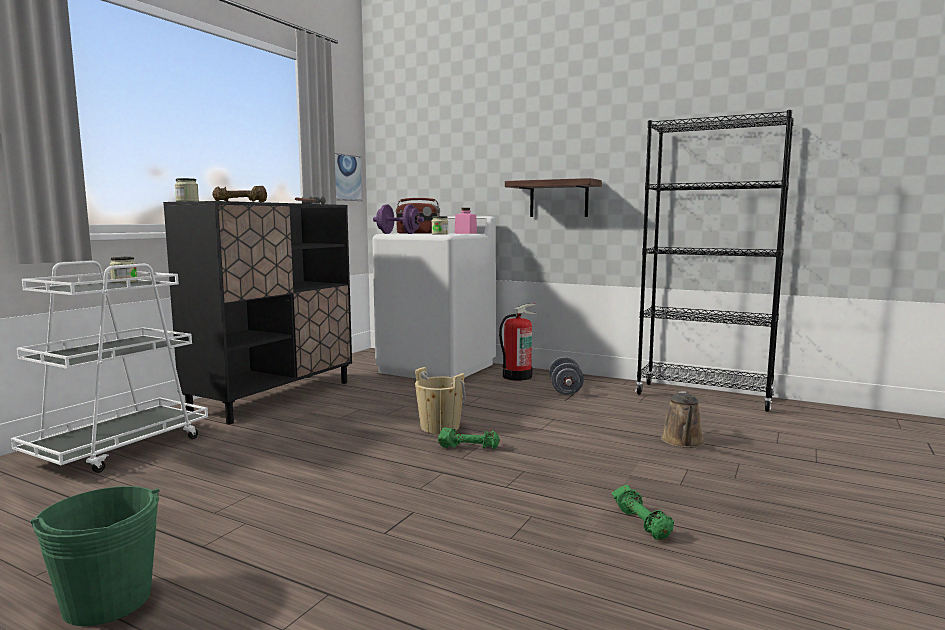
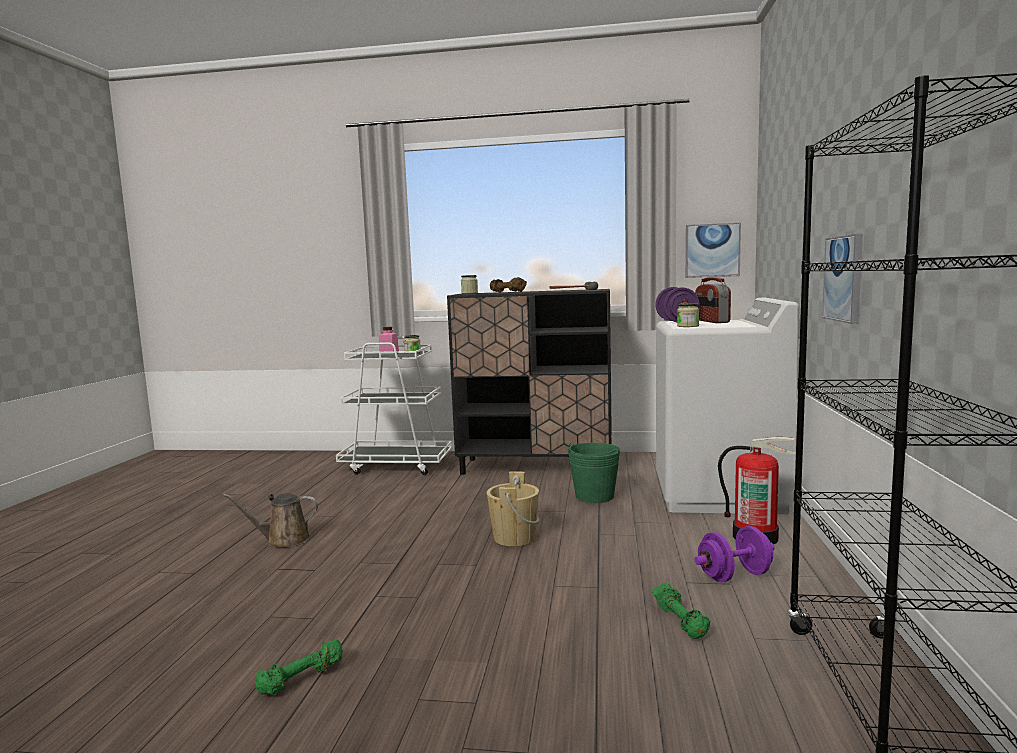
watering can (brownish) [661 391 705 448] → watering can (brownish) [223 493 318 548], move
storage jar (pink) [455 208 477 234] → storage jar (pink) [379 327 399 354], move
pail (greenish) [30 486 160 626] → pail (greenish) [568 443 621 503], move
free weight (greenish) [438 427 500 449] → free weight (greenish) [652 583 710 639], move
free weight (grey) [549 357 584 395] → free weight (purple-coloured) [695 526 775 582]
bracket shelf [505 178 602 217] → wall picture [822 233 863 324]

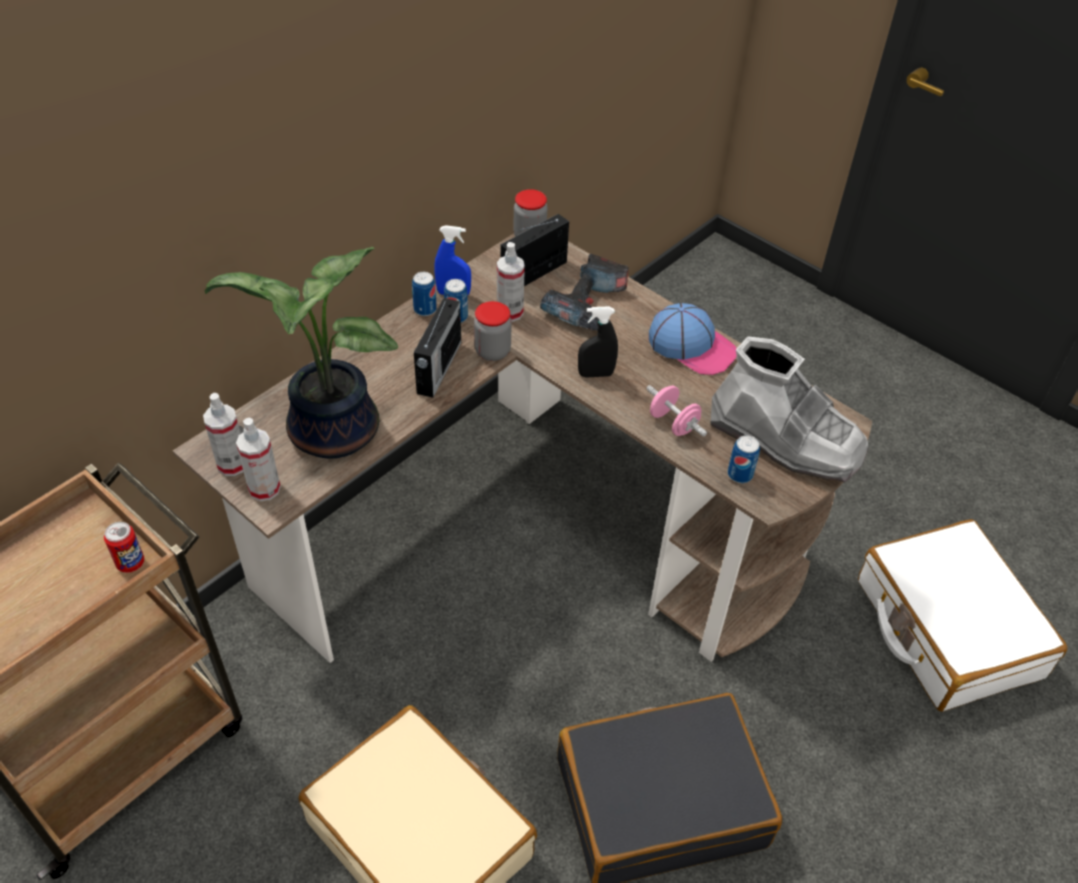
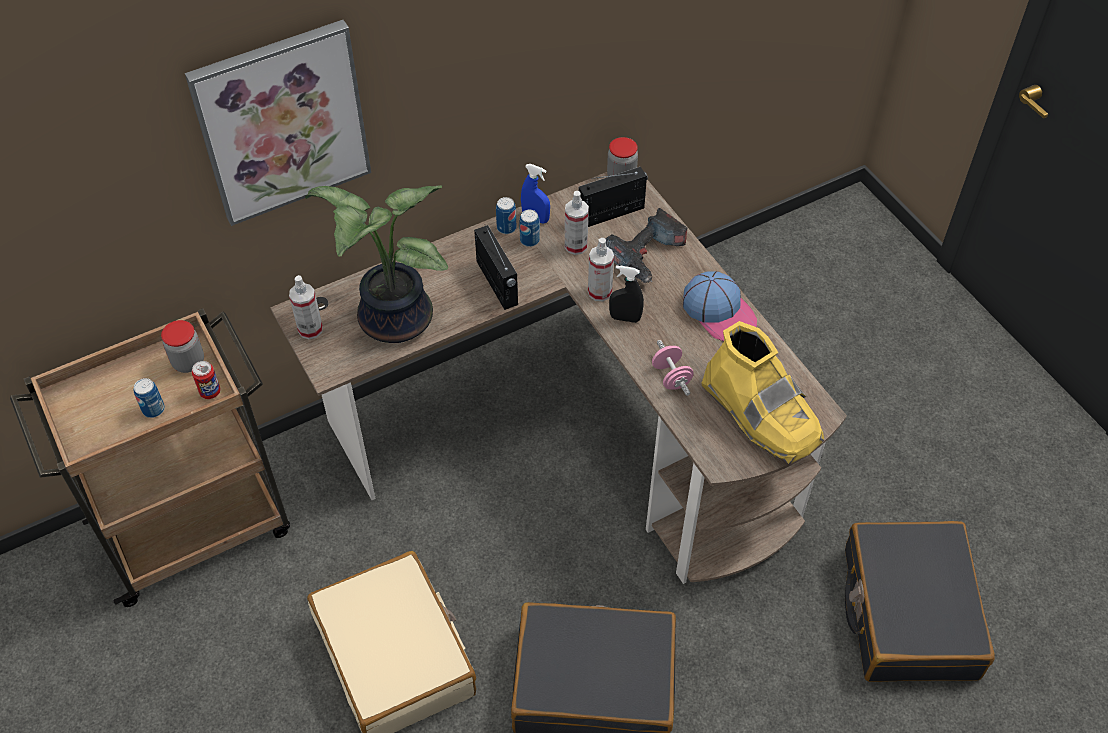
metal can [727 435 760 483] → metal can [133 378 165 418], move
storage jar [474 301 512 361] → storage jar [161 320 204 373], move
- → wall picture [185 20 371 226]
radio set [414 295 461 398] → radio set [474 224 518 310], 60 degrees counterclockwise
hand sprayer [236 417 281 501] → hand sprayer [588 238 614 301], move
boot (grey) [710 336 869 482] → boot (yellow-coloured) [702 321 824 464]
travel case (whitish) [858 519 1067 712] → travel case (black-coloured) [845 521 995 682]

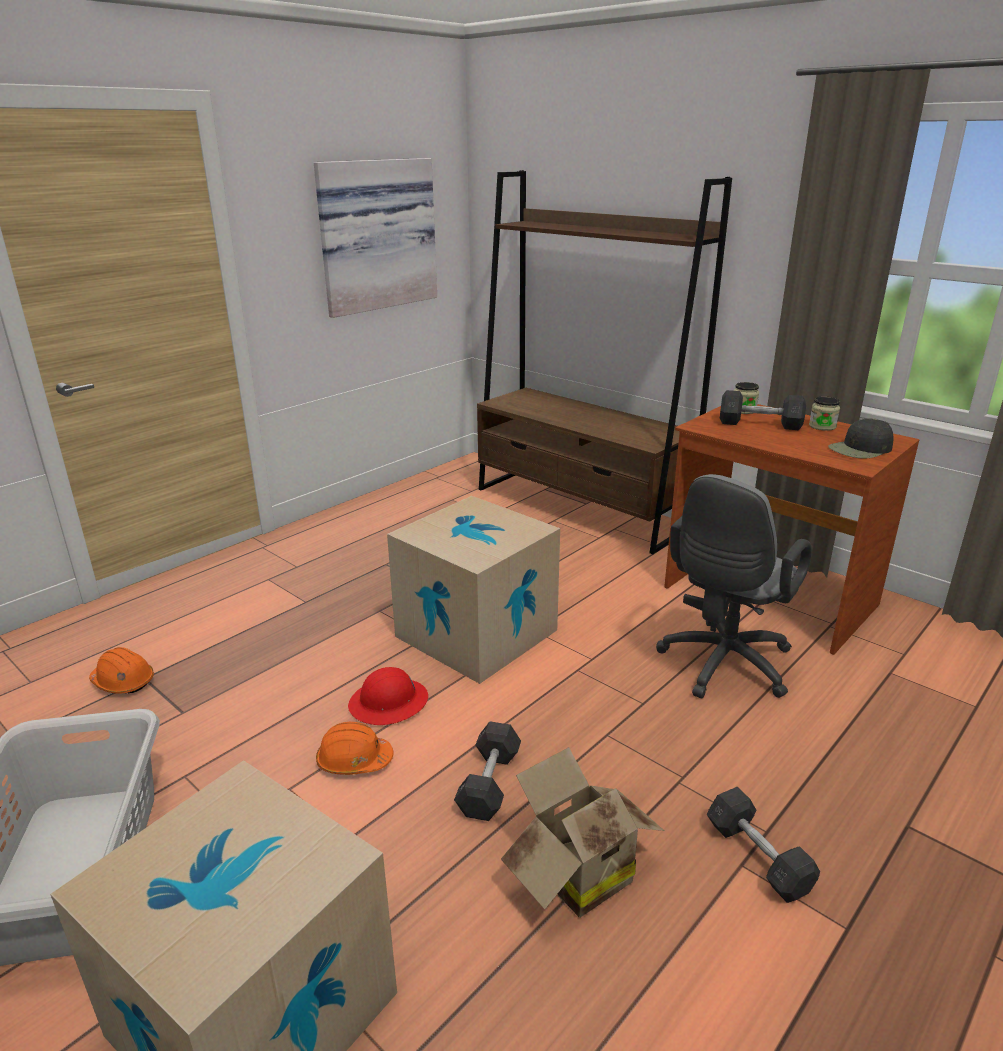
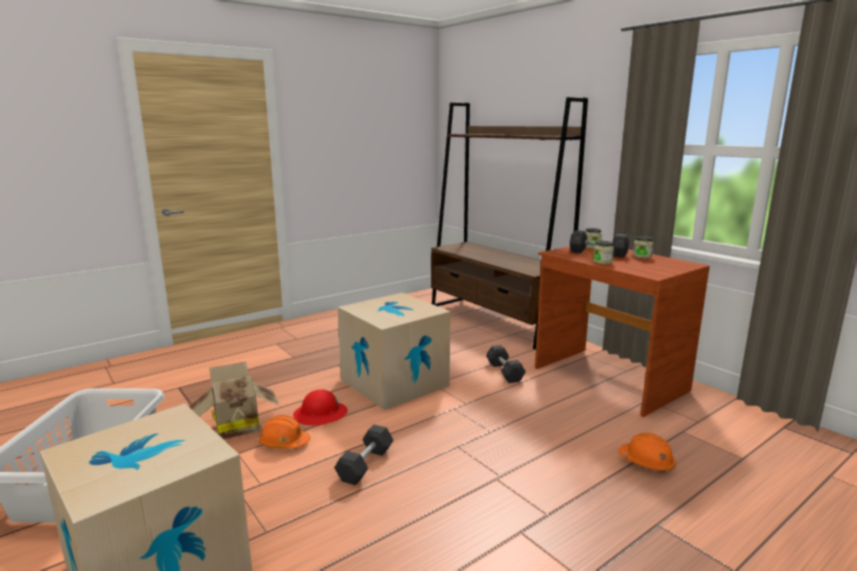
cardboard box [501 747 665 918] → cardboard box [189 362 280 439], move
free weight (grey) [707 787 820 903] → free weight (grey) [486 345 526 383], move
- → storage jar [593 241 614 264]
hard hat (orange-coloured) [89 647 154 694] → hard hat (orange-coloured) [619 433 676 472], move
wall picture [314 158 437 318] → -
computer chair (grey) [656 474 812 698] → -
cap (black-coloured) [828 418 893 459] → -

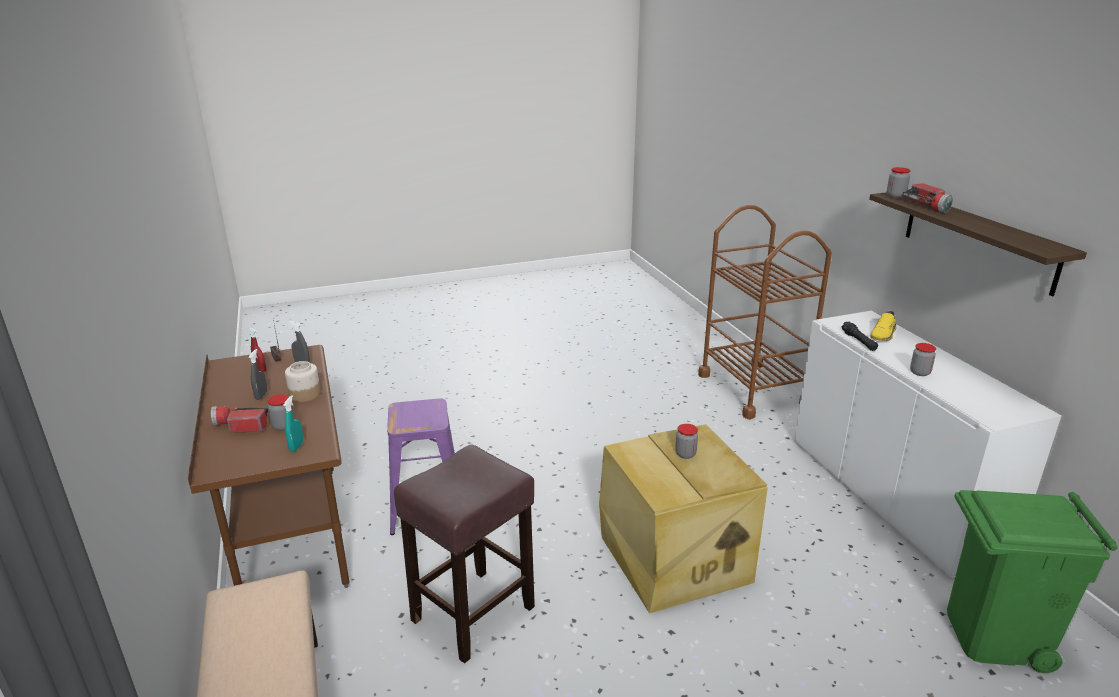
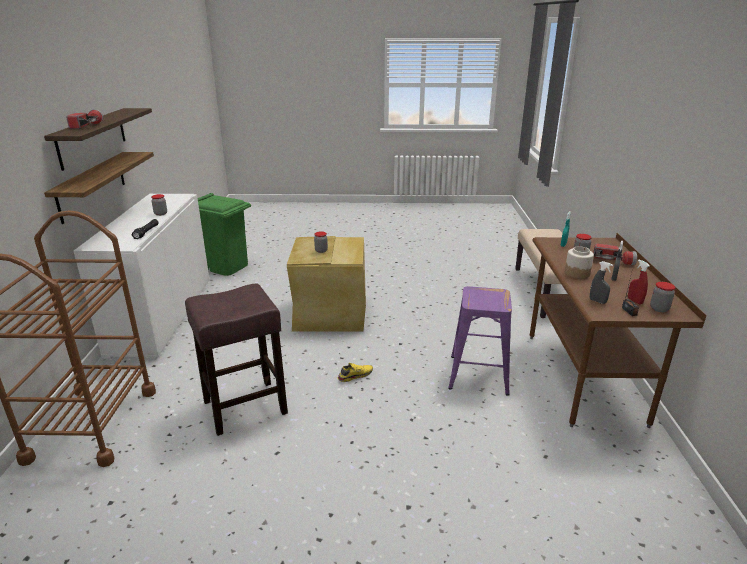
- → bracket shelf [44 152 154 224]
stool (brownish) [394 445 535 663] → stool (brownish) [185 283 288 436], move
low shoe (yellow-coloured) [870 311 897 341] → low shoe (yellow-coloured) [337 363 373 382], move
storage jar [887 167 911 198] → storage jar [650 282 676 312], move

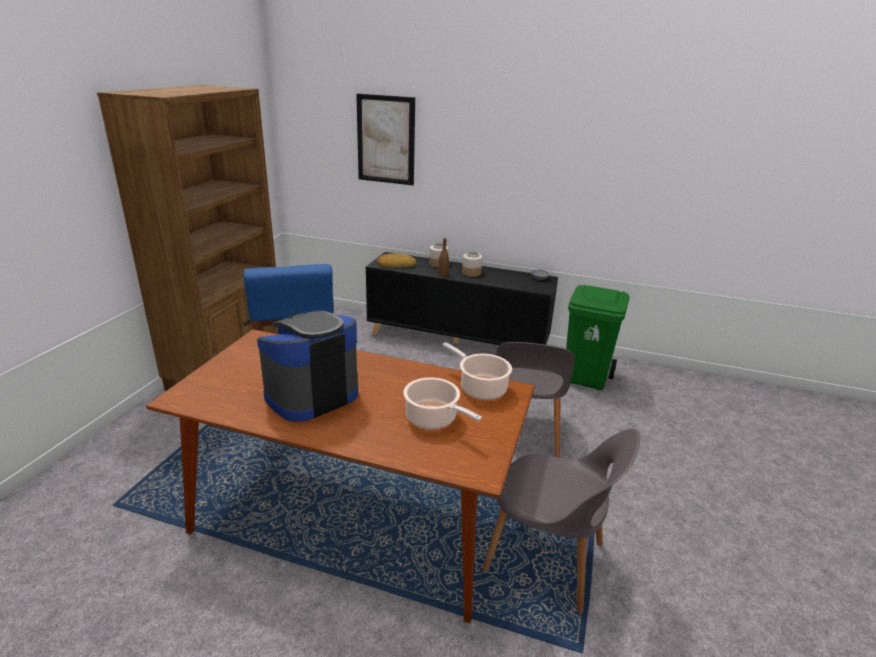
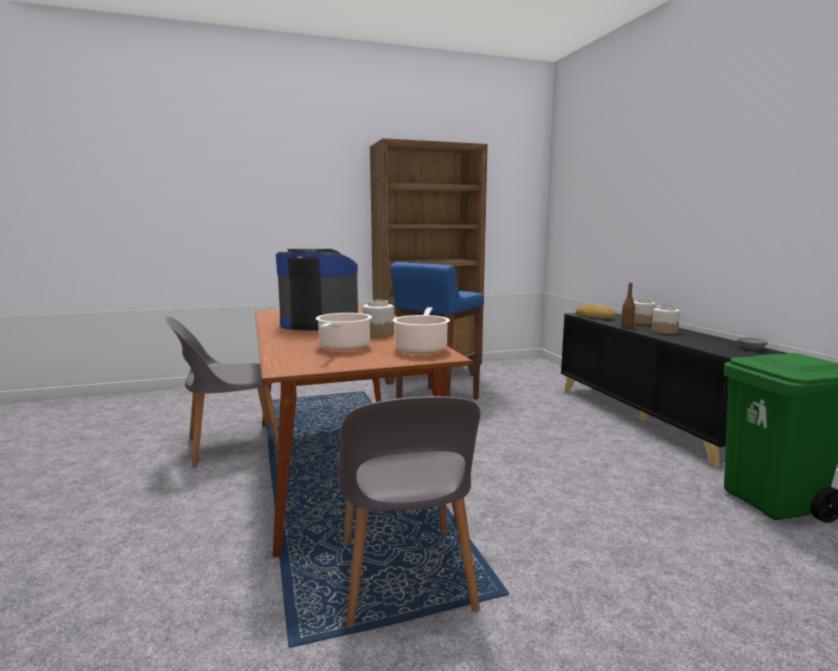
chair (grey) [496 342 575 457] → chair (grey) [166 316 279 467], move
- → storage jar [363 300 394 338]
wall picture [356 93 415 185] → -

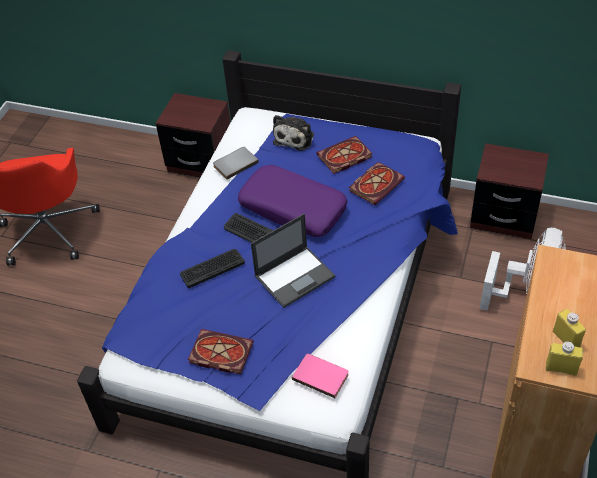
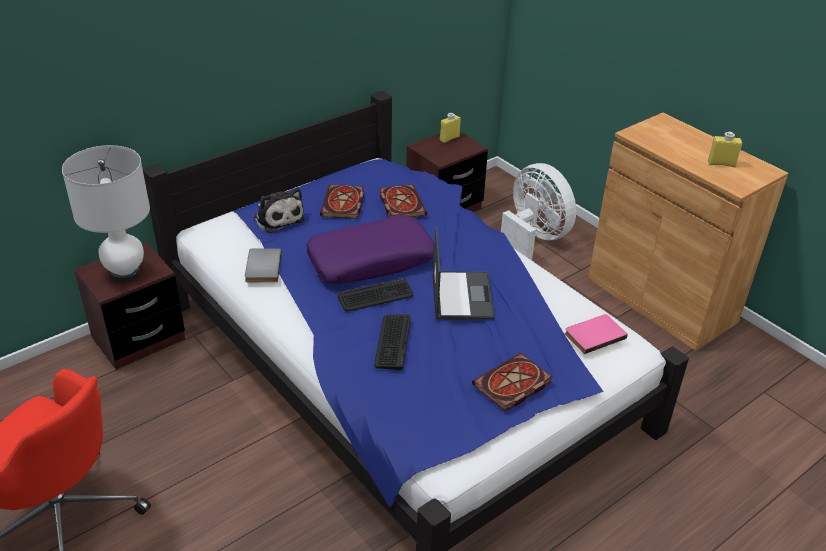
- → tabletop lamp (whitish) [62 145 150 282]
bottle (yellow-coloured) [546 341 583 376] → bottle (yellow-coloured) [440 113 461 143], move

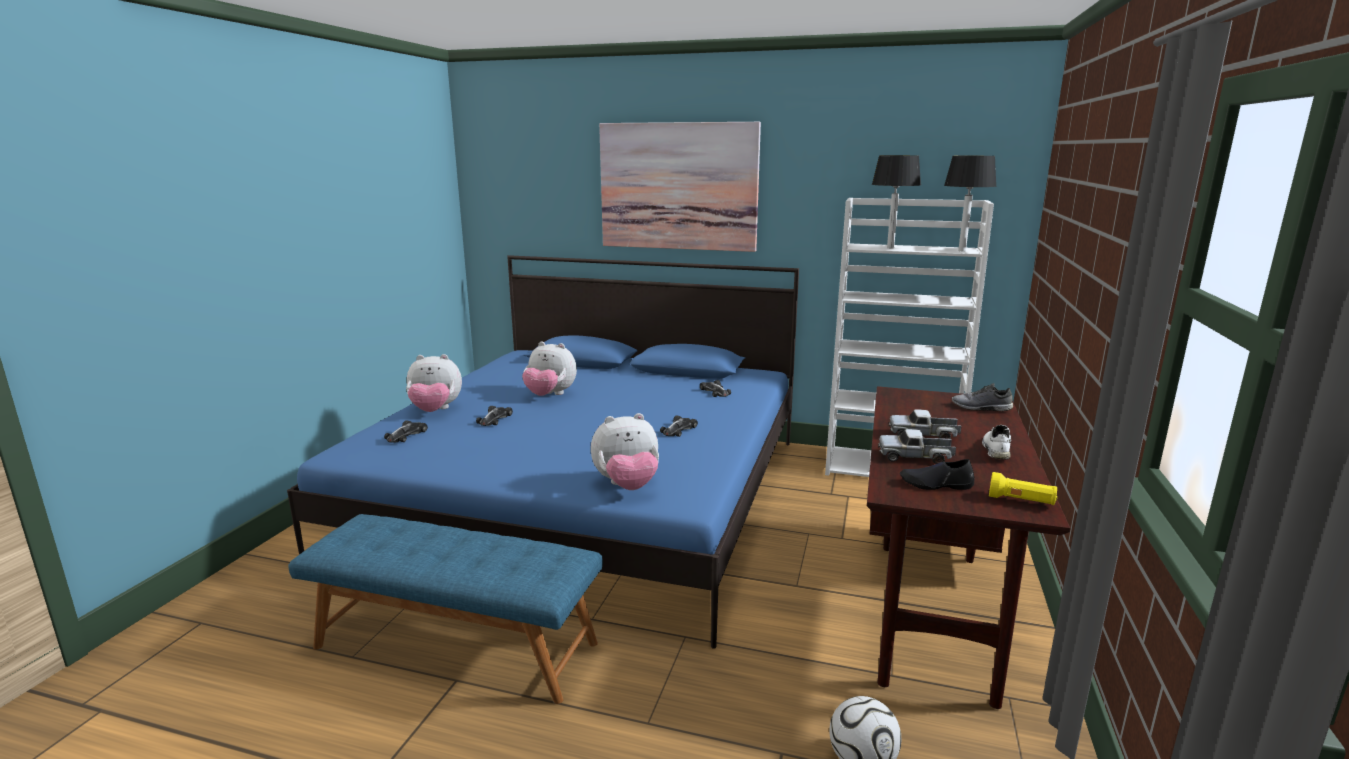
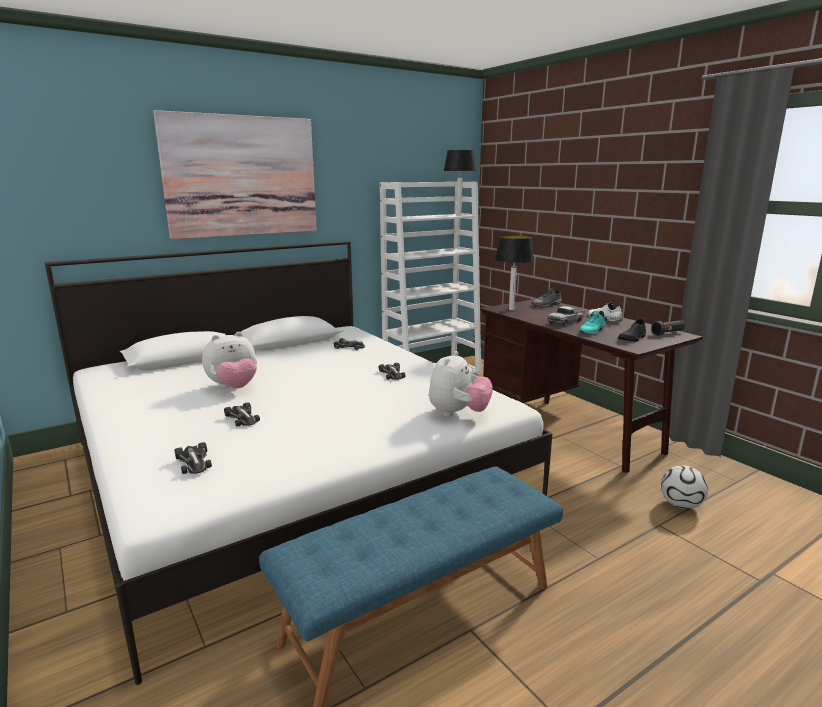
bedroom bed (bluish) [287 255 799 649] → bedroom bed (whitish) [45 241 552 685]
tabletop lamp [872 155 921 248] → tabletop lamp [495 235 534 310], move
toy truck [878 429 956 464] → low shoe (turquoise) [579 311 606 335]
flashlight (yellow-coloured) [989 472 1057 505] → flashlight (black-coloured) [651 320 685 336]
soft toy [406 354 462 412] → -

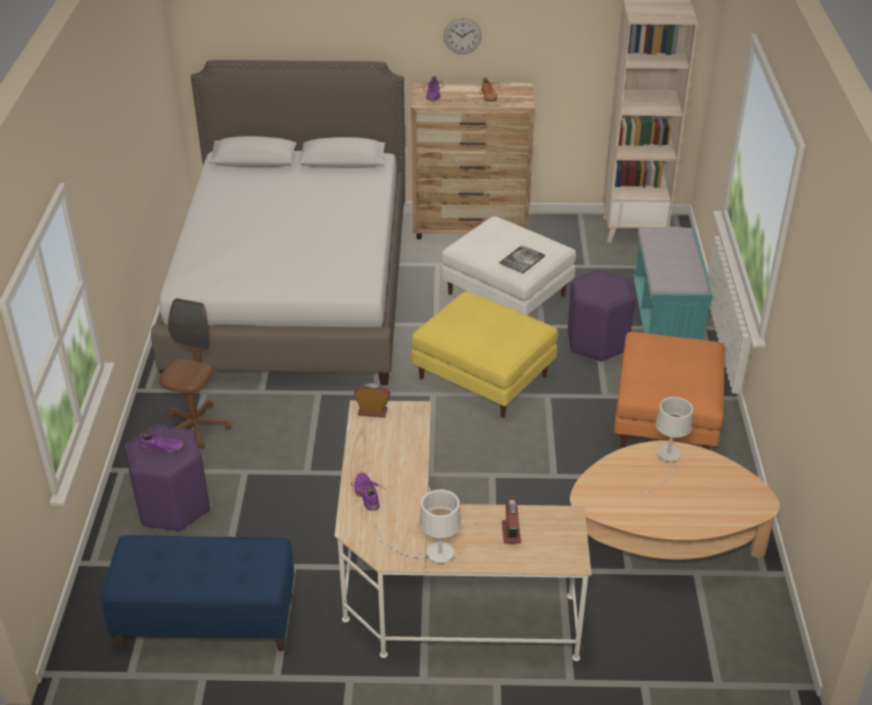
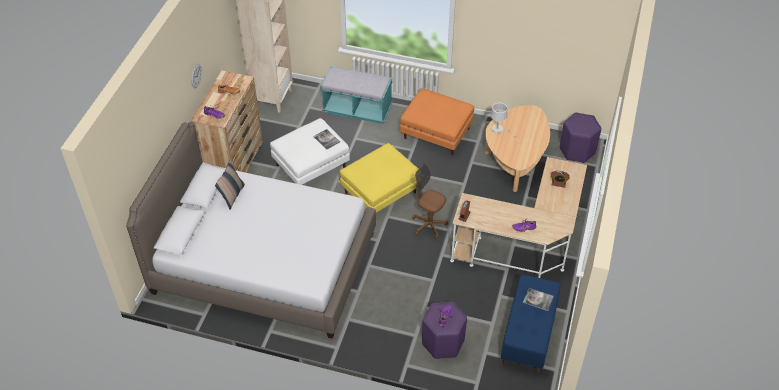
- → cushion [215 160 245 210]
computer chair (brownish) [159 298 231 449] → computer chair (brownish) [412 163 448 239], move
- → volume [523 288 554 311]
stool (purple-coloured) [568 270 635 362] → stool (purple-coloured) [560 112 601 163], move
tabletop lamp (whitish) [375 489 461 563] → -

